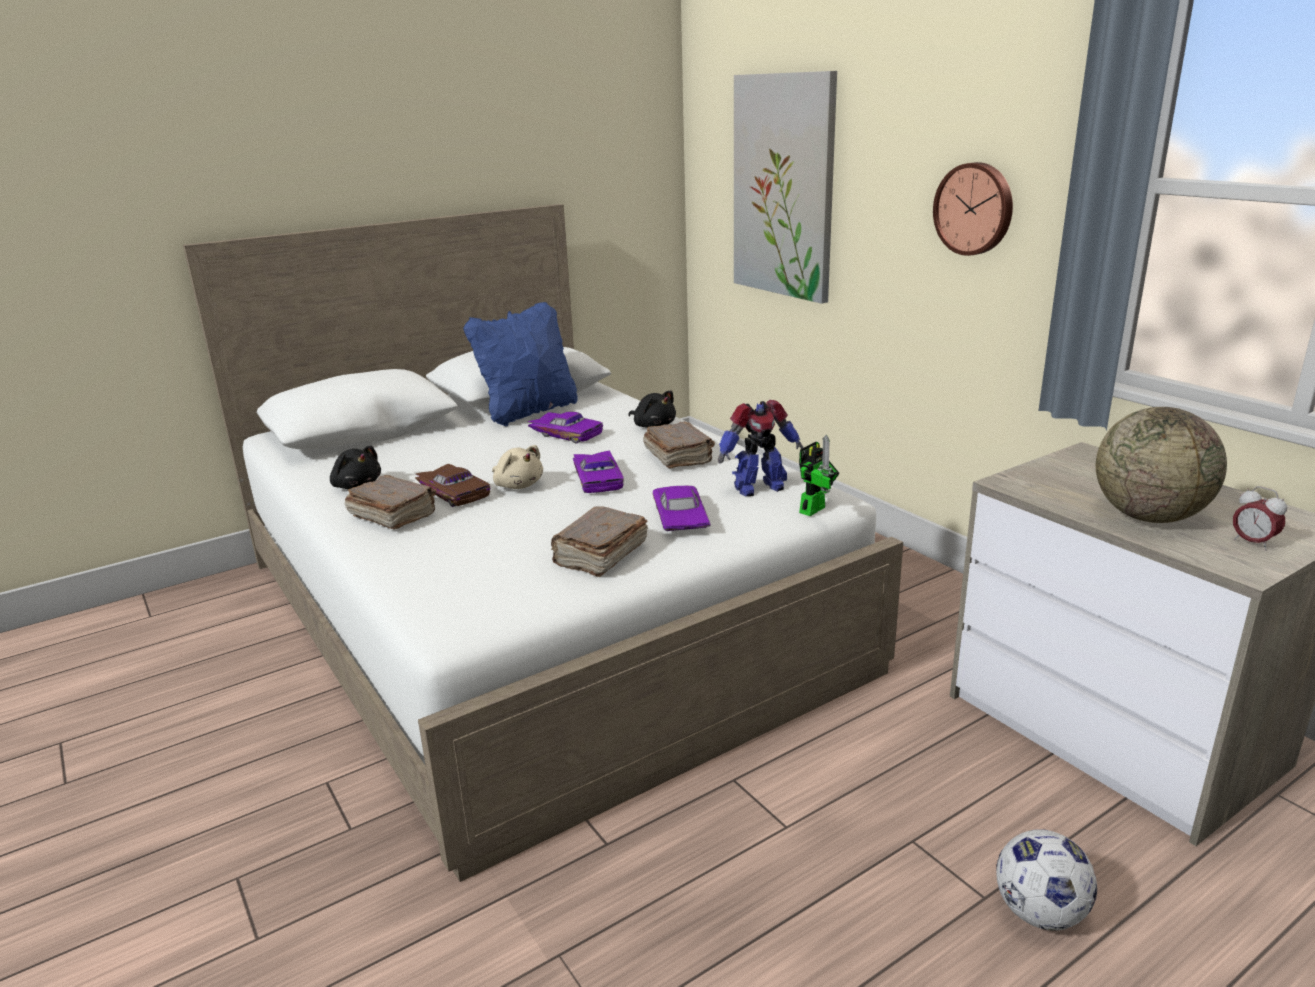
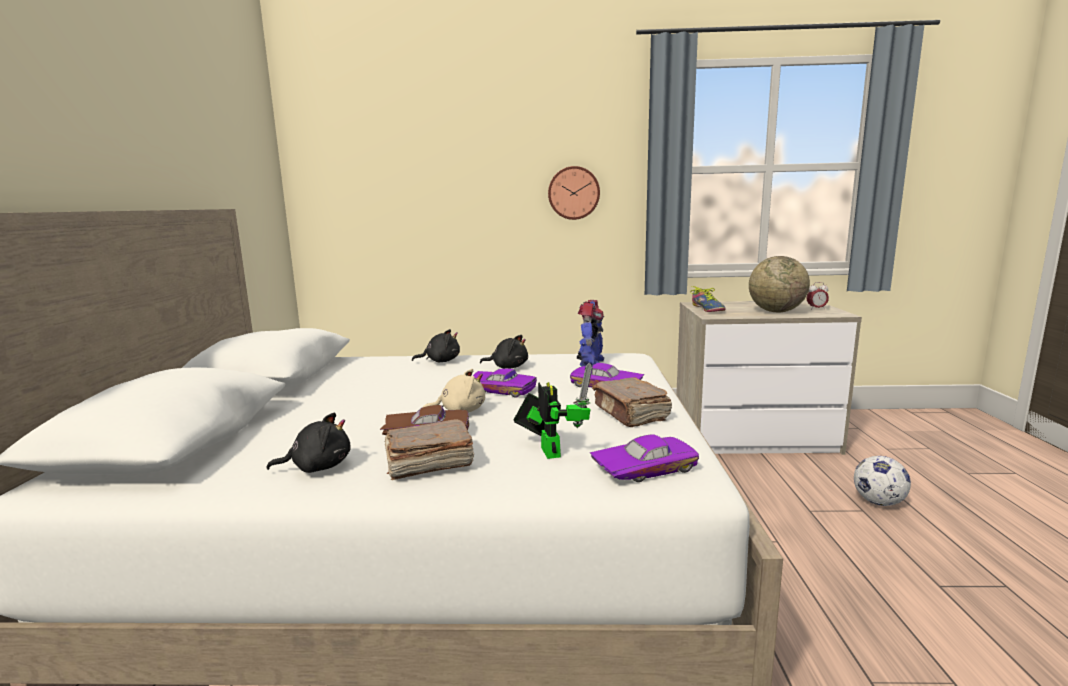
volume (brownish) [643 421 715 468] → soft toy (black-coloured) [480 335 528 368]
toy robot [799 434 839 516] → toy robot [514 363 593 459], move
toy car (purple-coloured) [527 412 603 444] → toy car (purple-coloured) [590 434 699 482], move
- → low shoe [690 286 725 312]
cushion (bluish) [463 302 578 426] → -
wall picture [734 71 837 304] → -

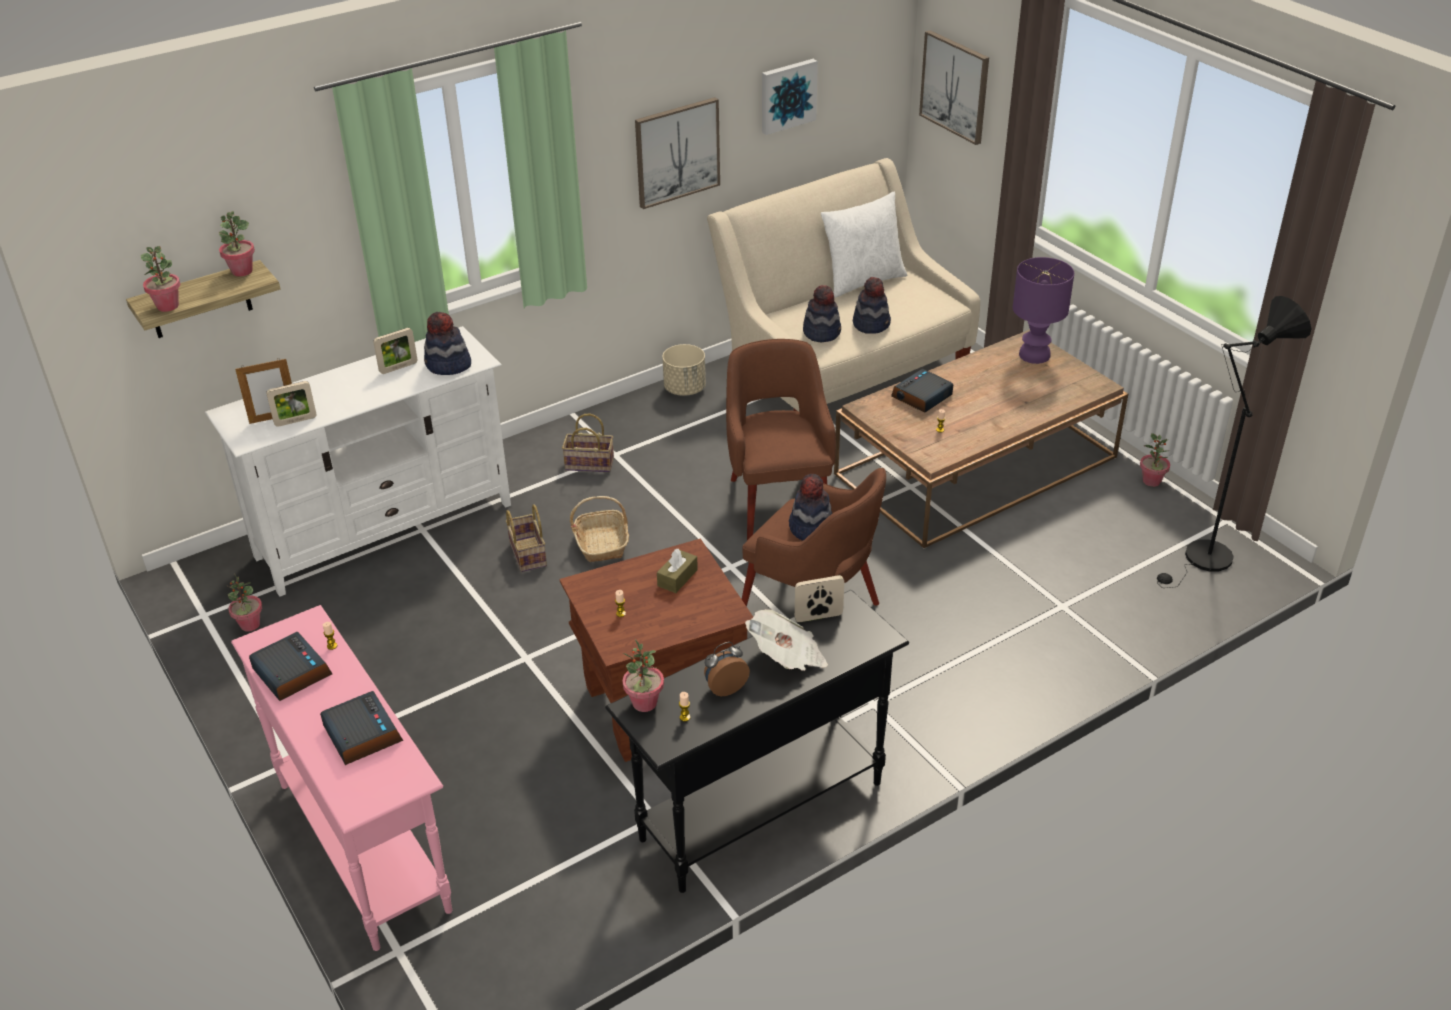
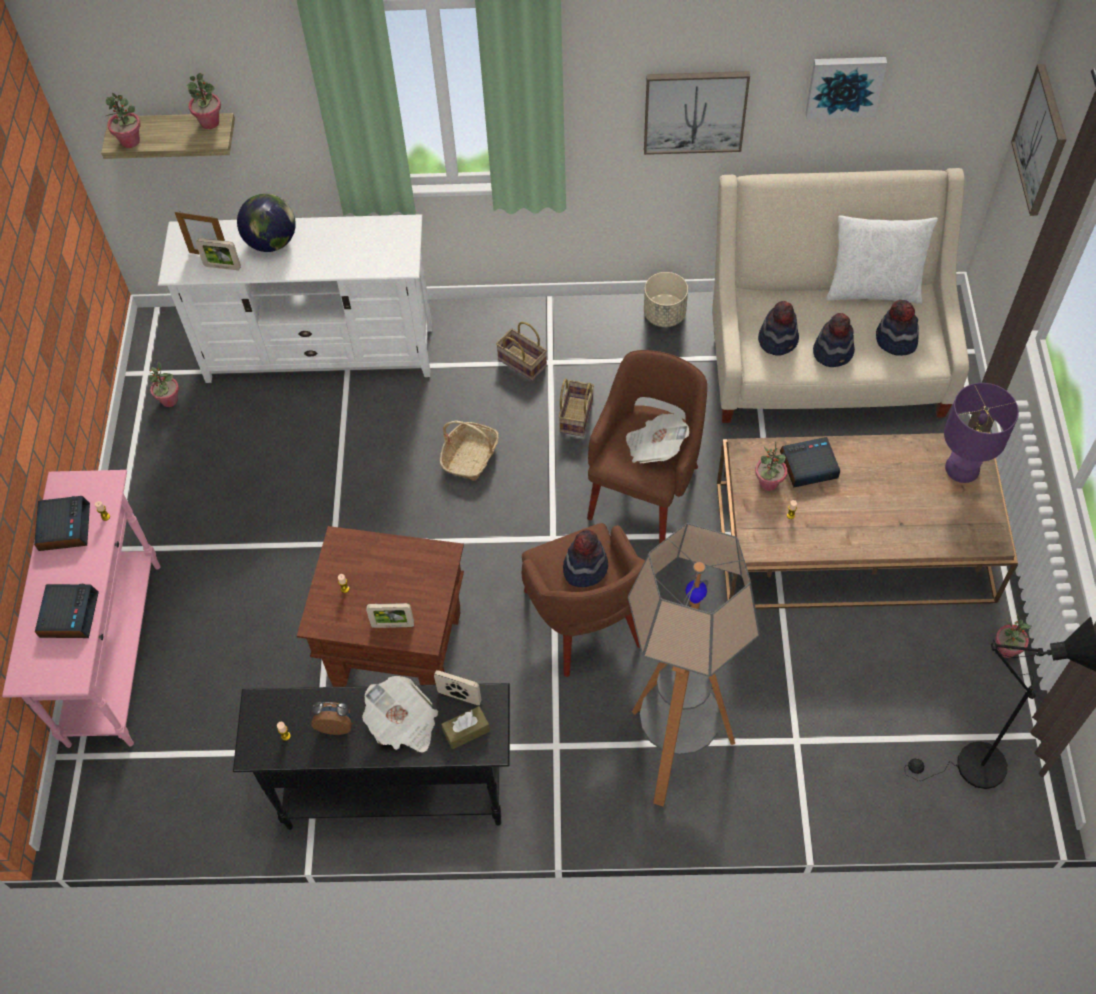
- → globe [237 194 296 252]
standing frame [373 328 417 374] → standing frame [366 603 414 628], move
box of tissues (brownish) [657 548 698 593] → box of tissues (brownish) [441 706 490 749], move
storage basket [506 504 547 572] → storage basket [558 379 594 437], move
- → newspaper [626 414 689 463]
- → floor lamp [628 523 760 806]
potted plant [622 639 664 712] → potted plant [755 442 787 491], move
hat [424 312 471 375] → hat [876 300 919 356], move

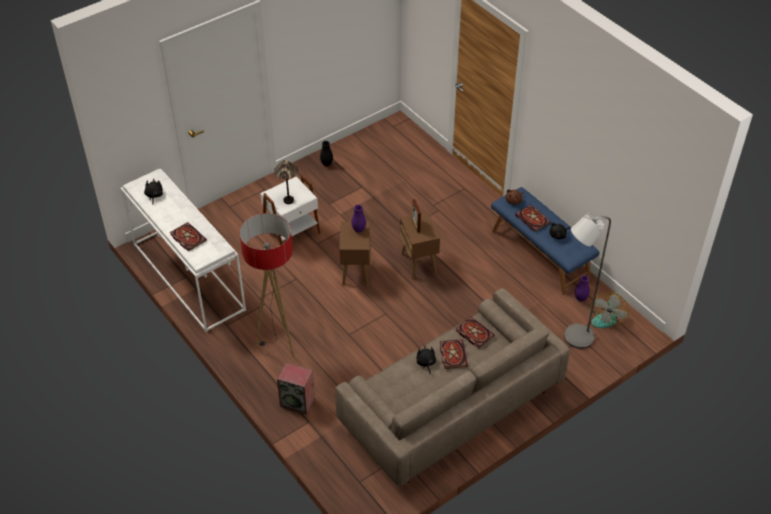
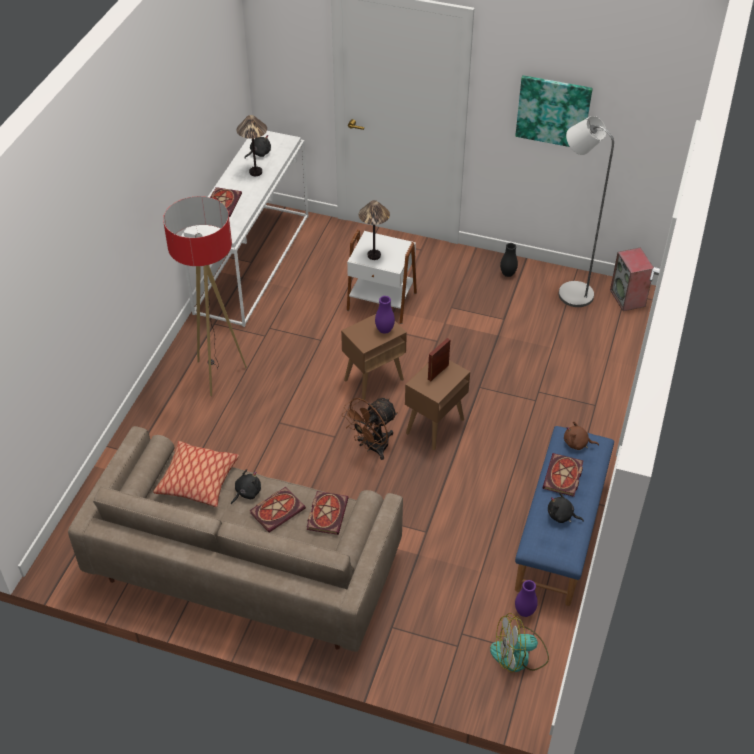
- → cushion [153 441 239 507]
- → tabletop lamp [237 115 267 176]
- → fan (brownish) [342 398 398 460]
- → wall picture [515 75 593 147]
floor lamp (grey) [564 212 611 349] → floor lamp (grey) [558 116 614 307], move
audio speaker [277 363 315 415] → audio speaker [610 248 654 311], move

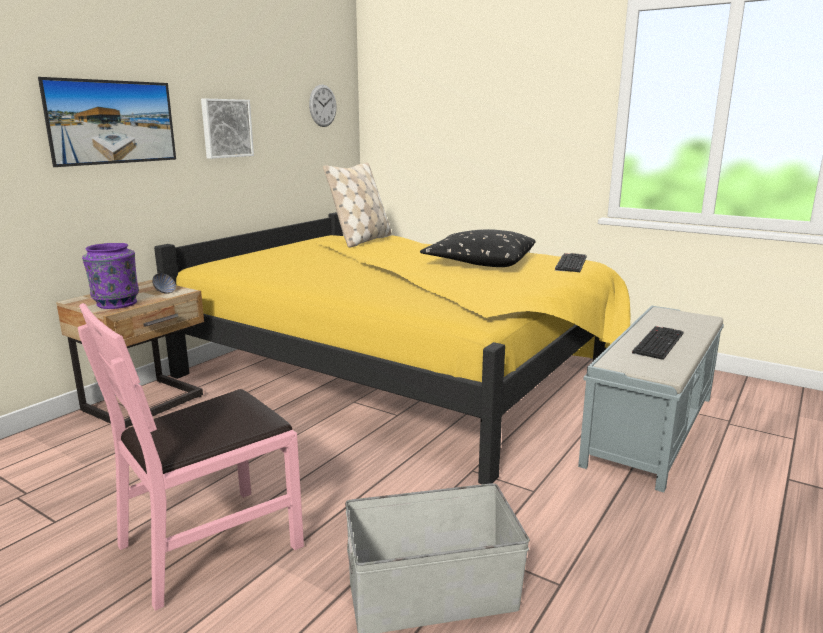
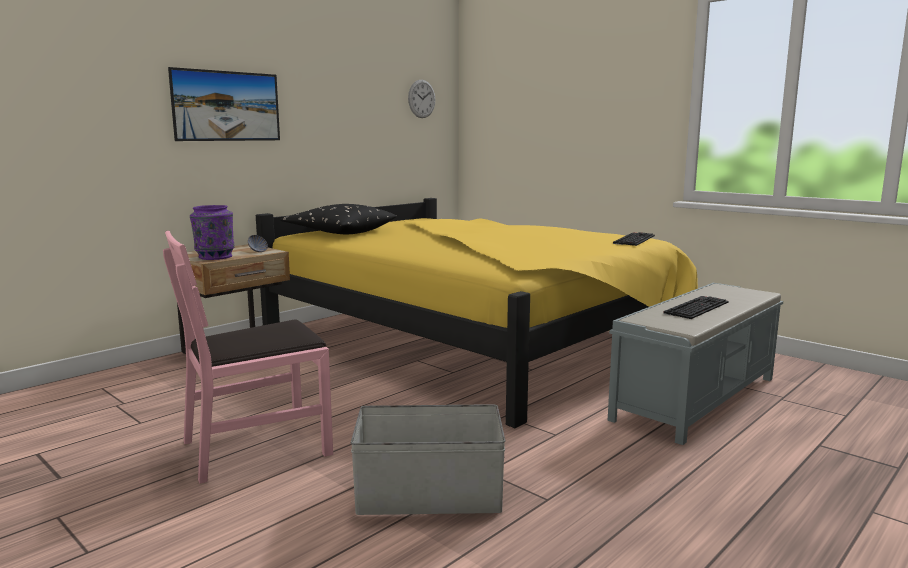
cushion (black-coloured) [420 229 536 267] → cushion (black-coloured) [280 204 396 234], move
wall picture [201 99 254 159] → -
cushion (beige-coloured) [323 162 391 247] → -

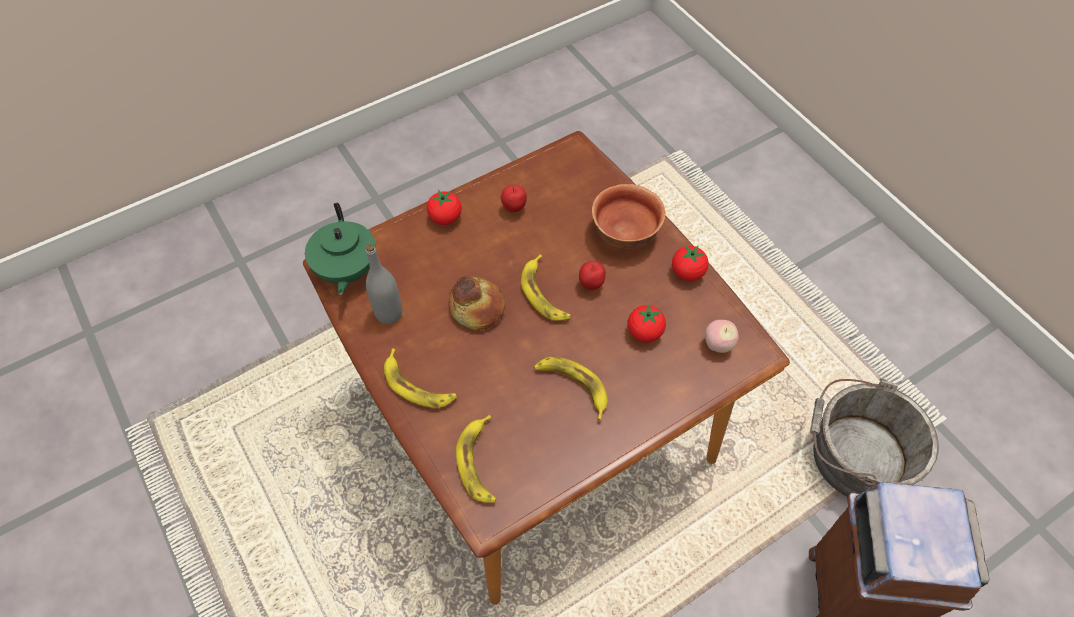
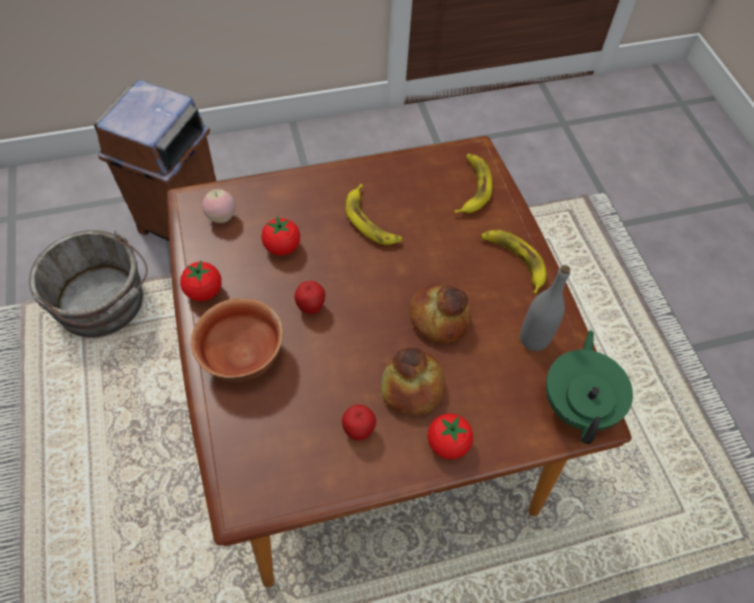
- → bakery bread [381 347 446 415]
whole banana [521 254 570 321] → -

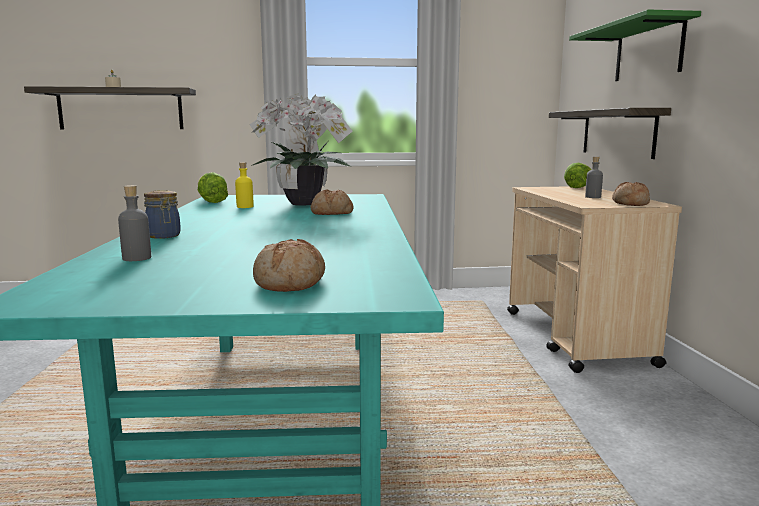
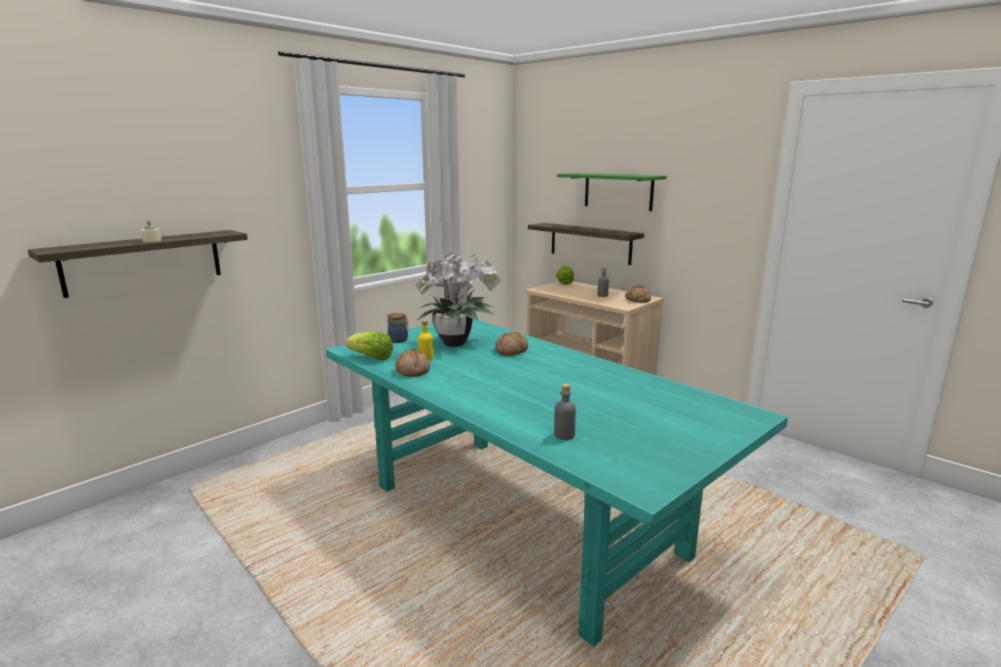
storage jar [144 190 181 239] → storage jar [388 313 409 343], move
bakery bread [253 239 325 292] → bakery bread [395 349 430 377], move

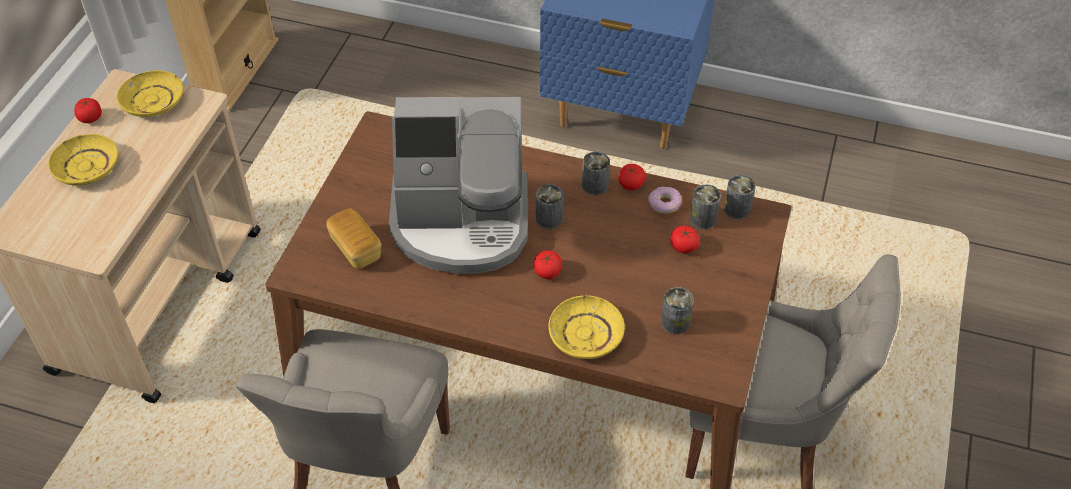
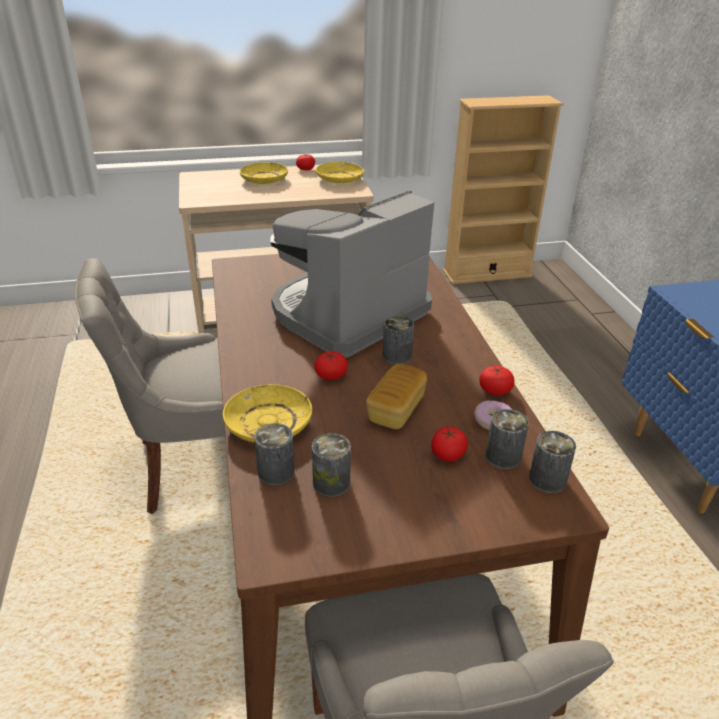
metal can [582 152 610 196] → metal can [254 423 295 486], move
coffee maker [389 97 528 274] → coffee maker [270 191 435 358], 75 degrees clockwise
bakery bread [326 208 381 269] → bakery bread [366 364 427 429], move

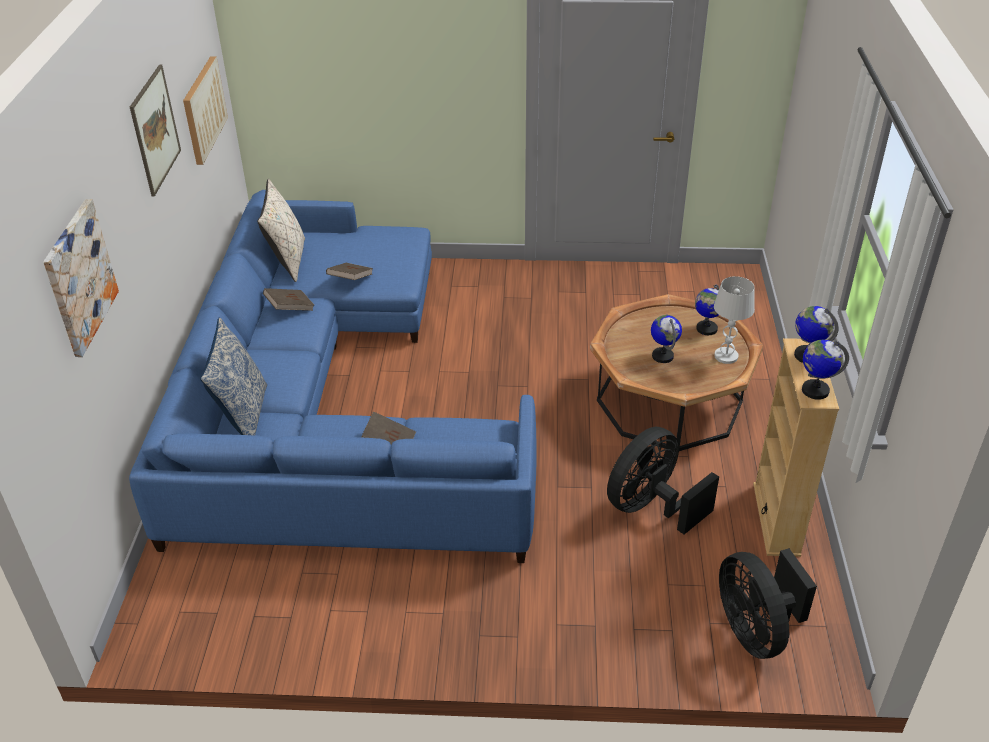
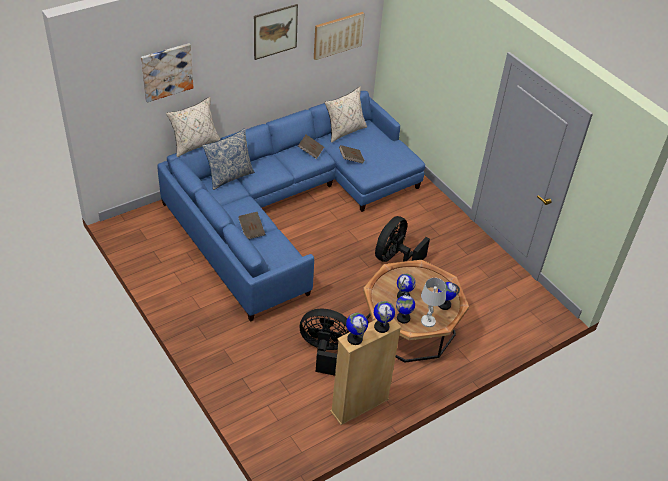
- → cushion (beige-coloured) [166 97 220 157]
fan (black-coloured) [719 548 817 659] → fan (black-coloured) [375 216 430 262], move
- → globe [396 292 415 324]

